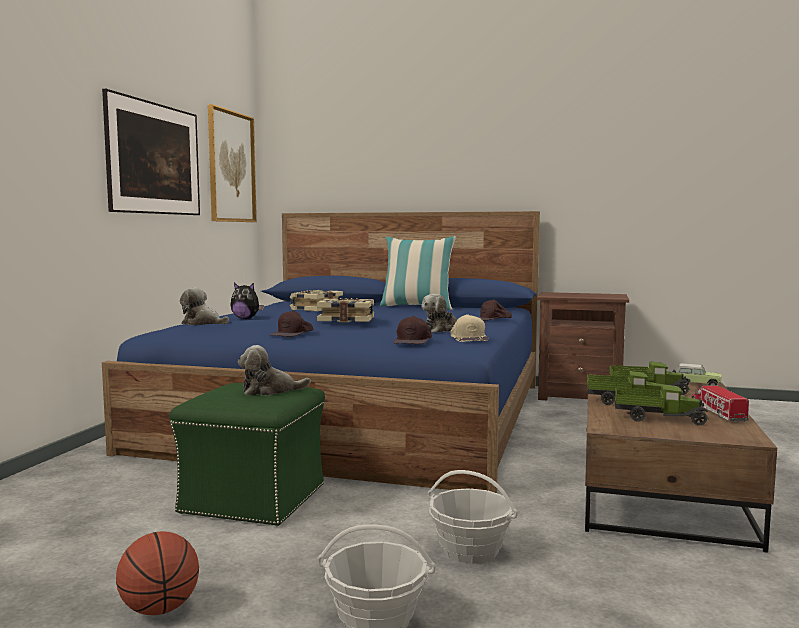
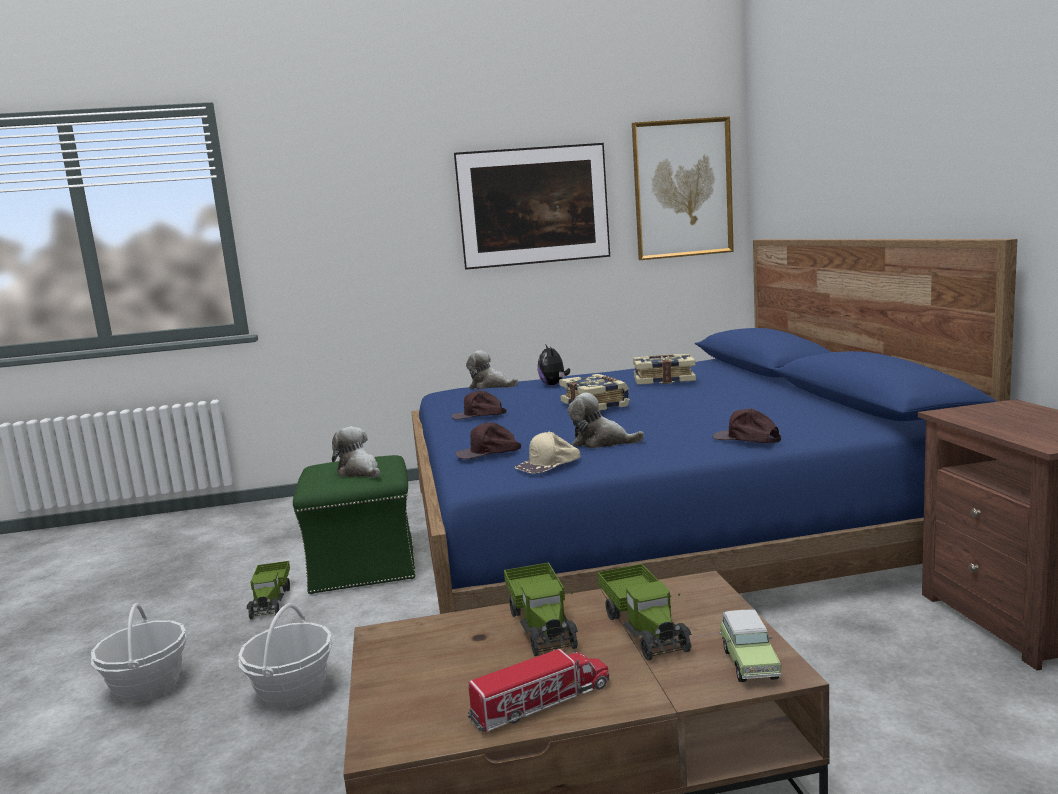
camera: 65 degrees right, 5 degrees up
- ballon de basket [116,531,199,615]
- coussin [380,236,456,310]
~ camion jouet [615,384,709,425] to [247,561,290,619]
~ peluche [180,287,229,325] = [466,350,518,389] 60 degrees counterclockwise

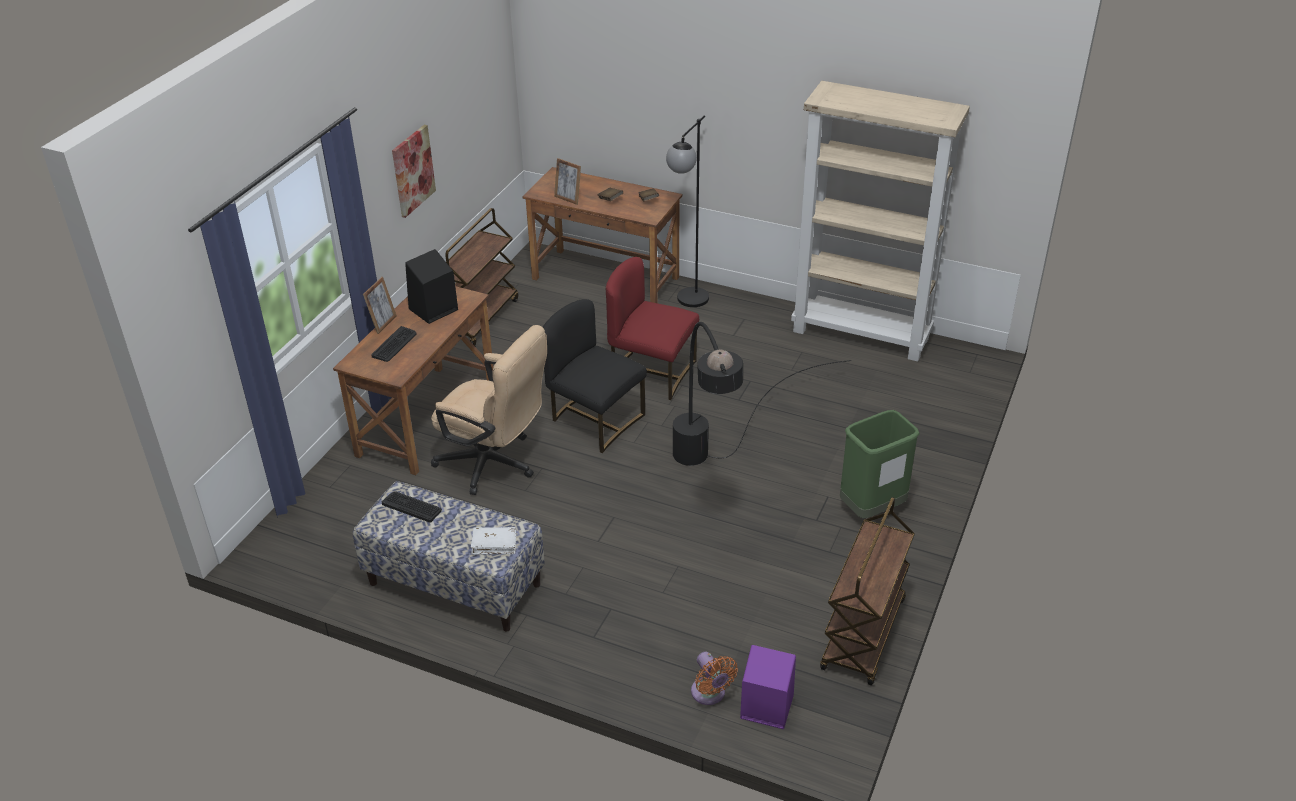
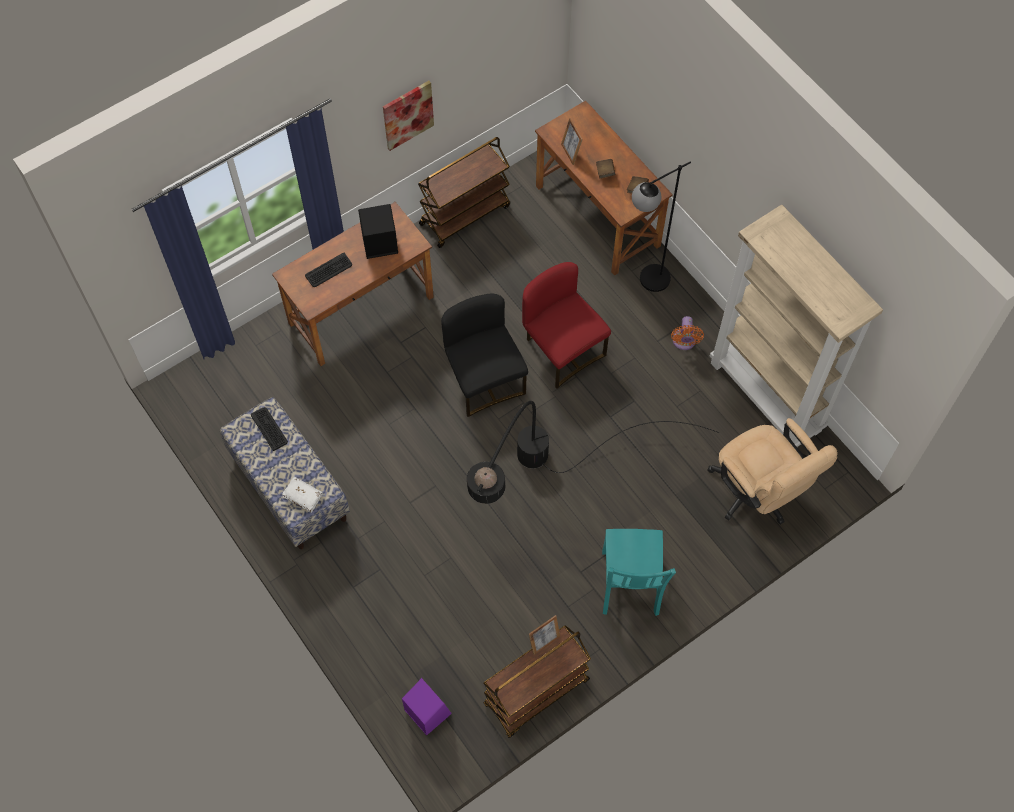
camera: 30 degrees right, 25 degrees up
~ cadre photo [363,277,397,334] to [529,615,560,655]
~ chaise de bureau [beige] [431,325,547,495] to [707,418,838,525]
~ ventilateur [orange] [691,652,738,705] to [671,316,704,350]
~ poubelle [vert] [840,410,920,518] to chaise [turquoise] [602,529,676,616]

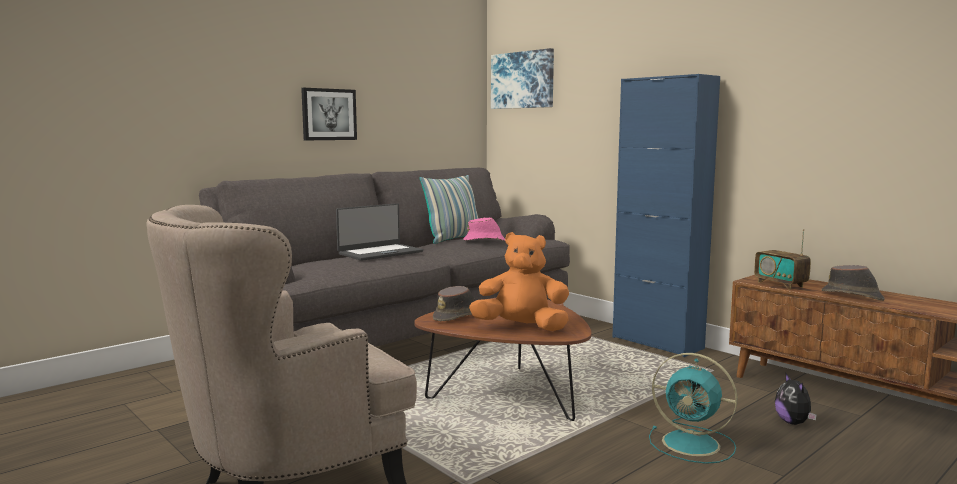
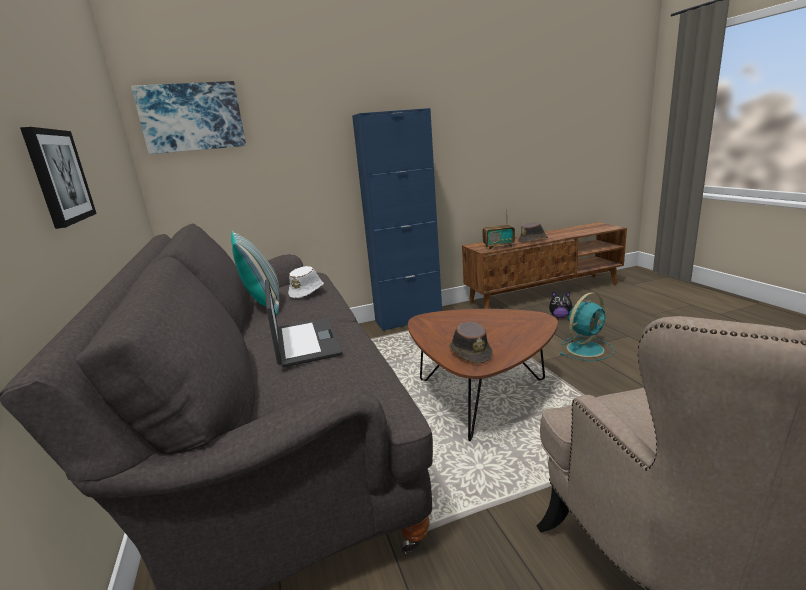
camera: 65 degrees left, 10 degrees up
- peluche [orange] [469,232,569,331]
~ chapeau [rose] [463,218,505,241] to chapeau [blanc] [288,266,324,298]

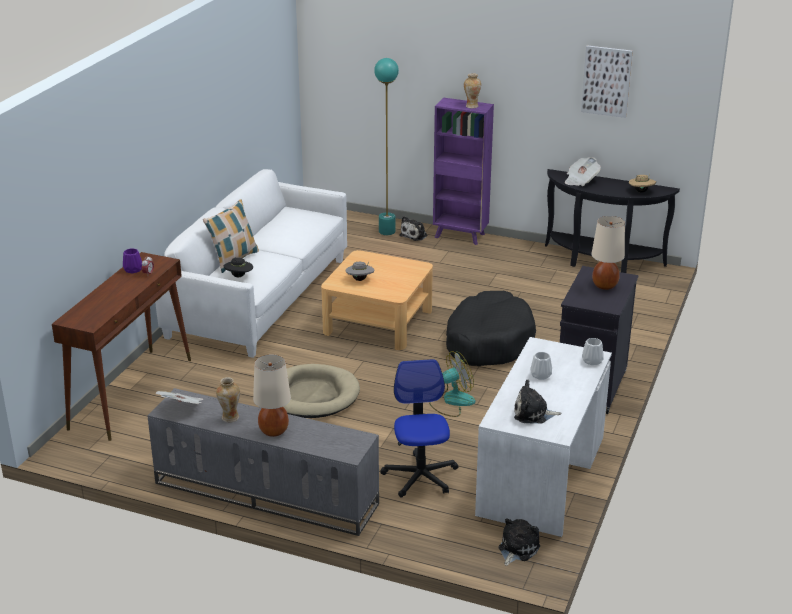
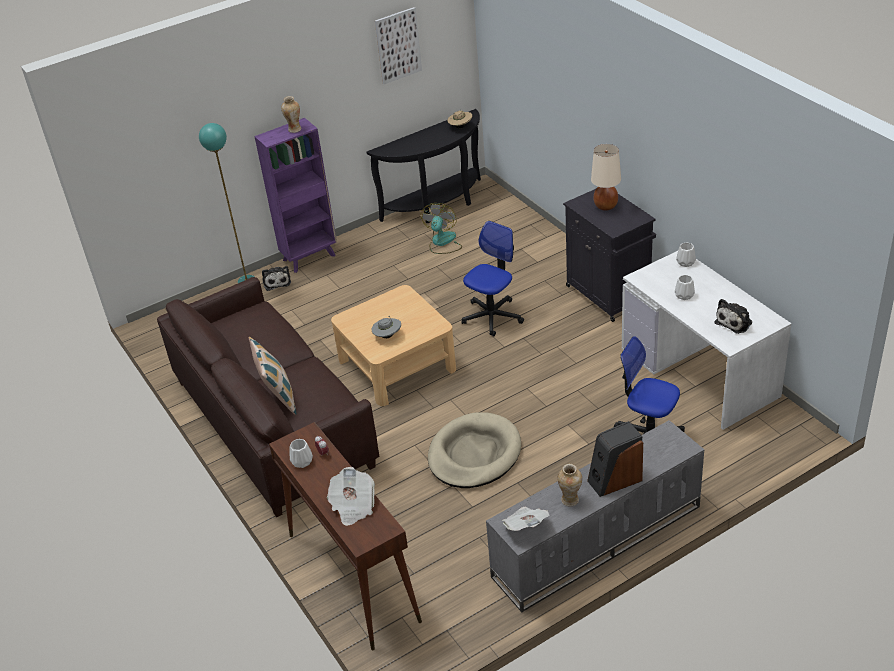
camera: 50 degrees left, 10 degrees up
- chapeau [noir] [224,258,253,277]
- peluche [499,518,540,566]
~ ventilateur [429,351,476,417] to [421,203,462,254]
~ journal [565,157,601,186] to [327,467,375,526]
~ lampe de table [beige] [253,355,291,437] to enceinte [587,421,643,497]
~ panier pour chien [noir] [446,291,536,366] to chaise de bureau [461,221,524,336]
~ vase [violet] [123,248,142,273] to vase [blanc] [289,439,313,468]
~ canapé [blanc] [155,169,347,358] to canapé [marron] [157,277,379,517]

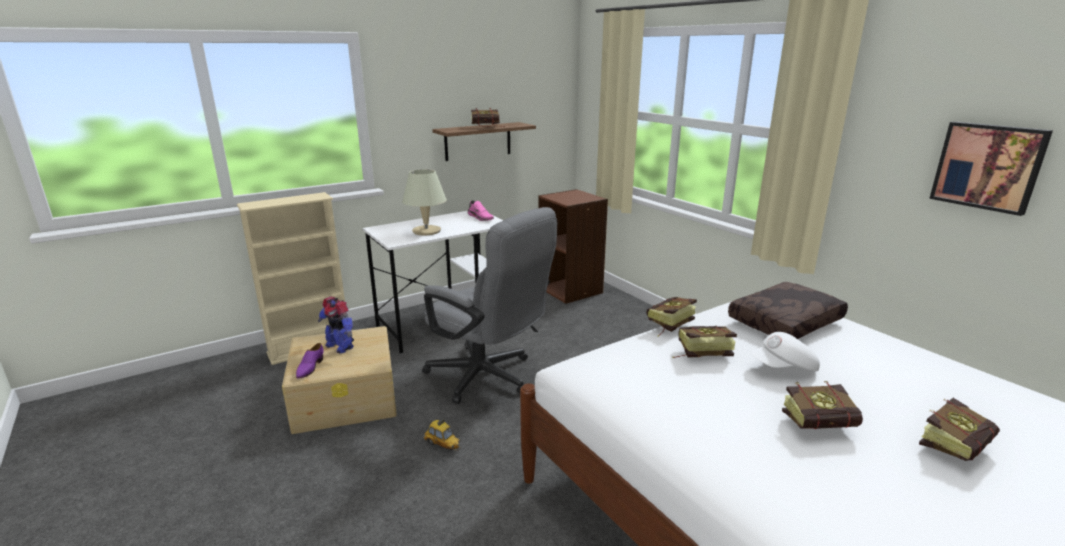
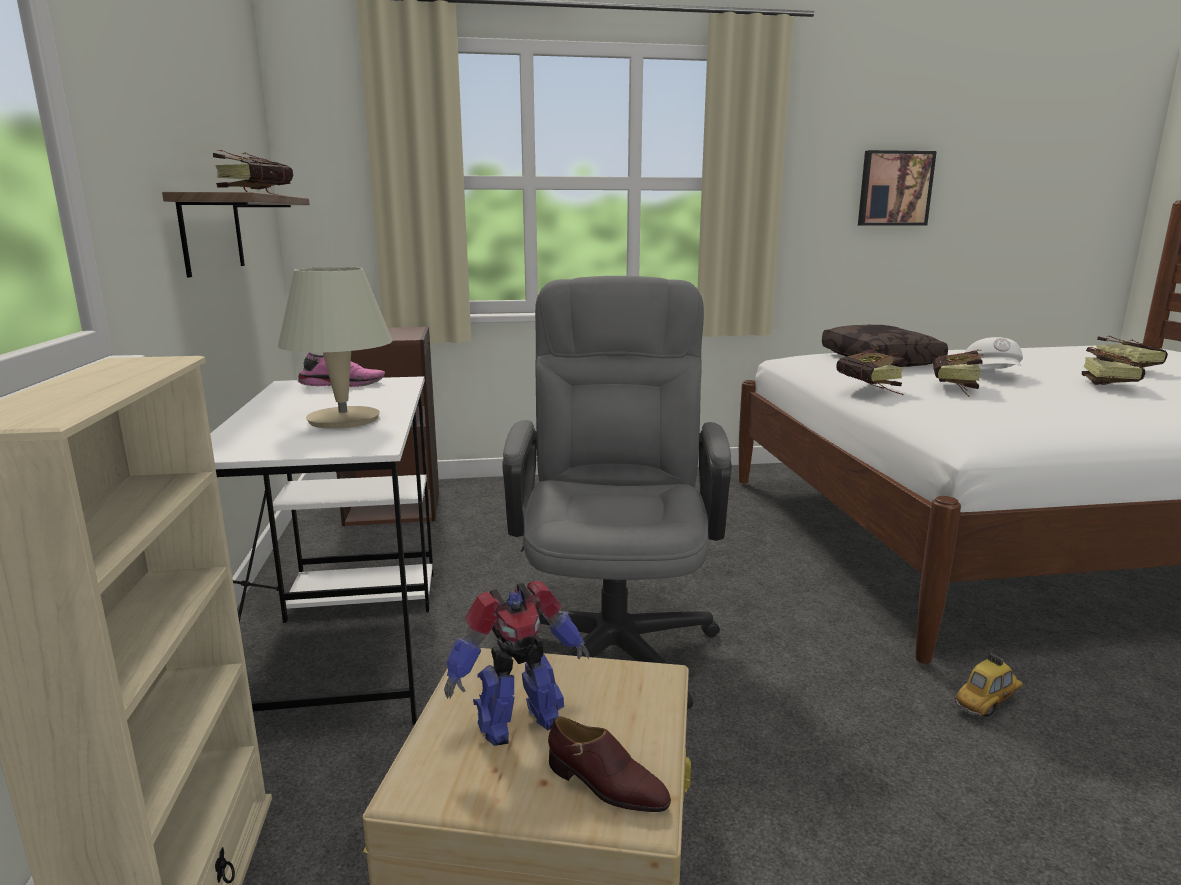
camera: 65 degrees left, 5 degrees down
~ petite voiture [423,419,461,451] to [955,650,1023,717]
~ chaussure [violet] [296,343,324,378] to chaussure [marron] [548,717,671,812]
~ chaise de bureau [gris] [422,207,557,404] = [502,276,732,709] 60 degrees counterclockwise

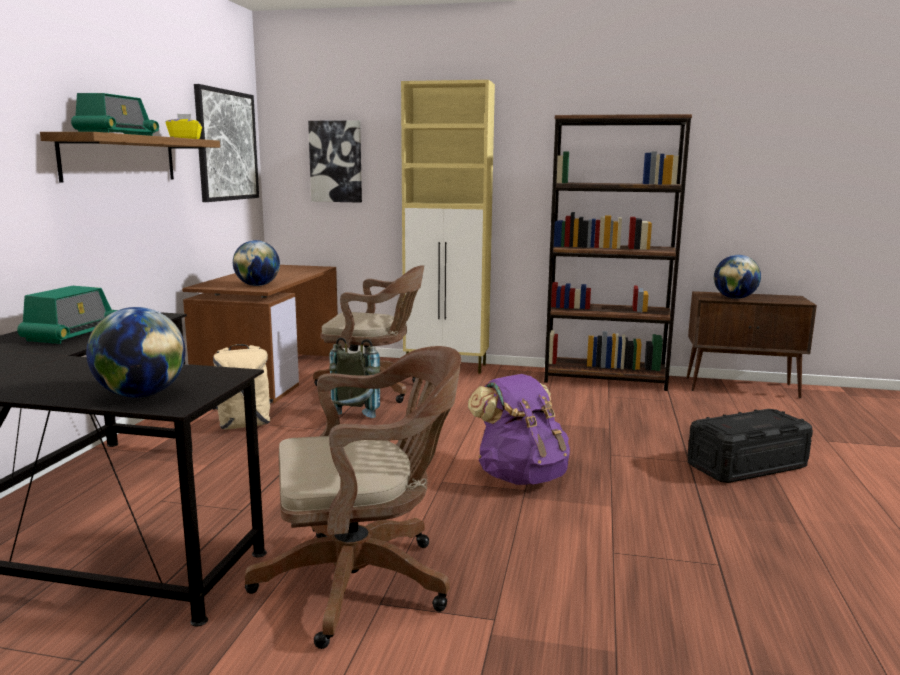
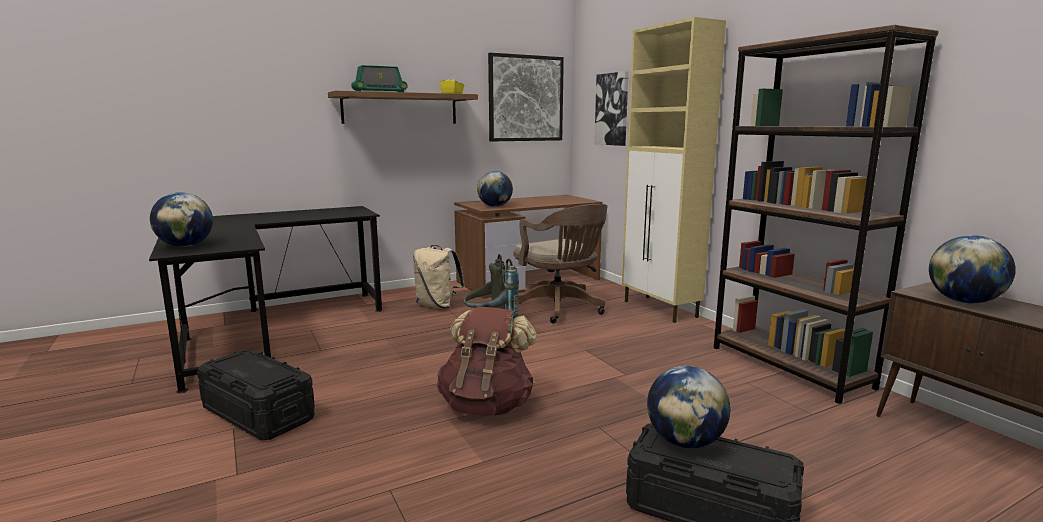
camera: 50 degrees right, 0 degrees up
- radio [17,286,117,344]
+ globe [647,366,730,448]
~ chaise de bureau [marron] [245,346,461,649] to boîte de rangement [noir] [197,350,315,440]
~ sac à dos [violet] [468,374,570,485] to sac à dos [marron] [437,306,537,417]

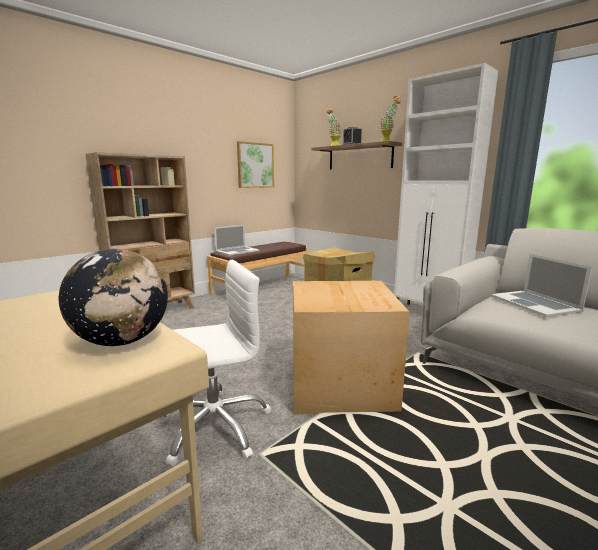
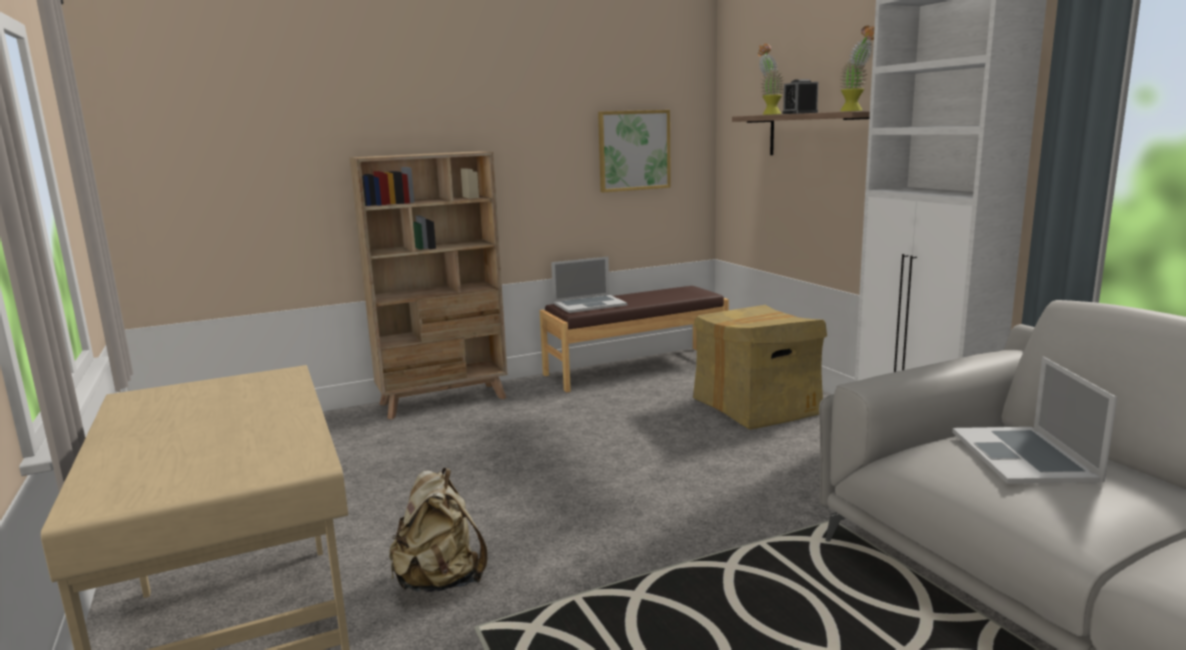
camera: 20 degrees right, 0 degrees up
- globe [59,249,168,346]
- carton [293,281,410,414]
~ chaise de bureau [blanc] [158,260,271,467] to sac à dos [beige] [389,468,487,592]

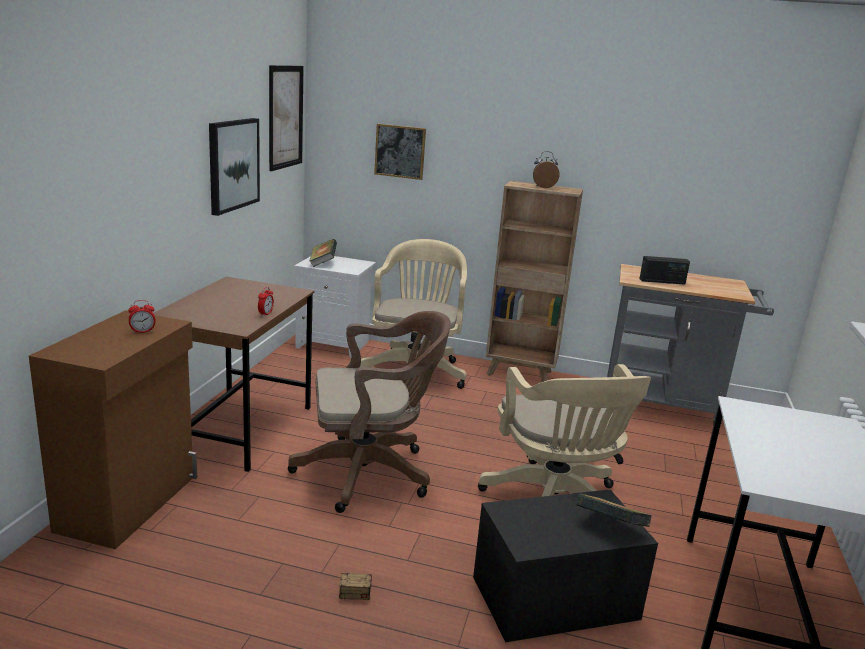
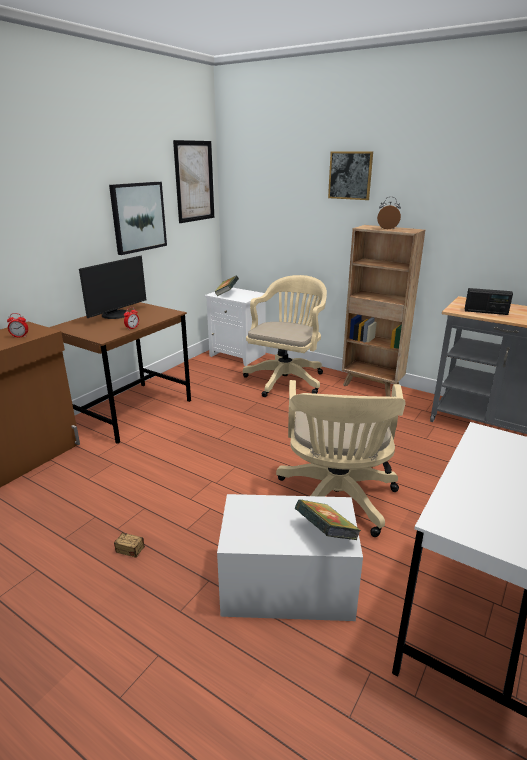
camera: 20 degrees right, 5 degrees up
- chaise de bureau [marron] [288,311,451,513]
+ écran d'ordinateur [79,256,146,319]
~ tableau [374,123,426,180] to [328,152,373,200]
~ boîte de rangement [noir] [473,489,658,642] to boîte de rangement [blanc] [217,494,363,621]

